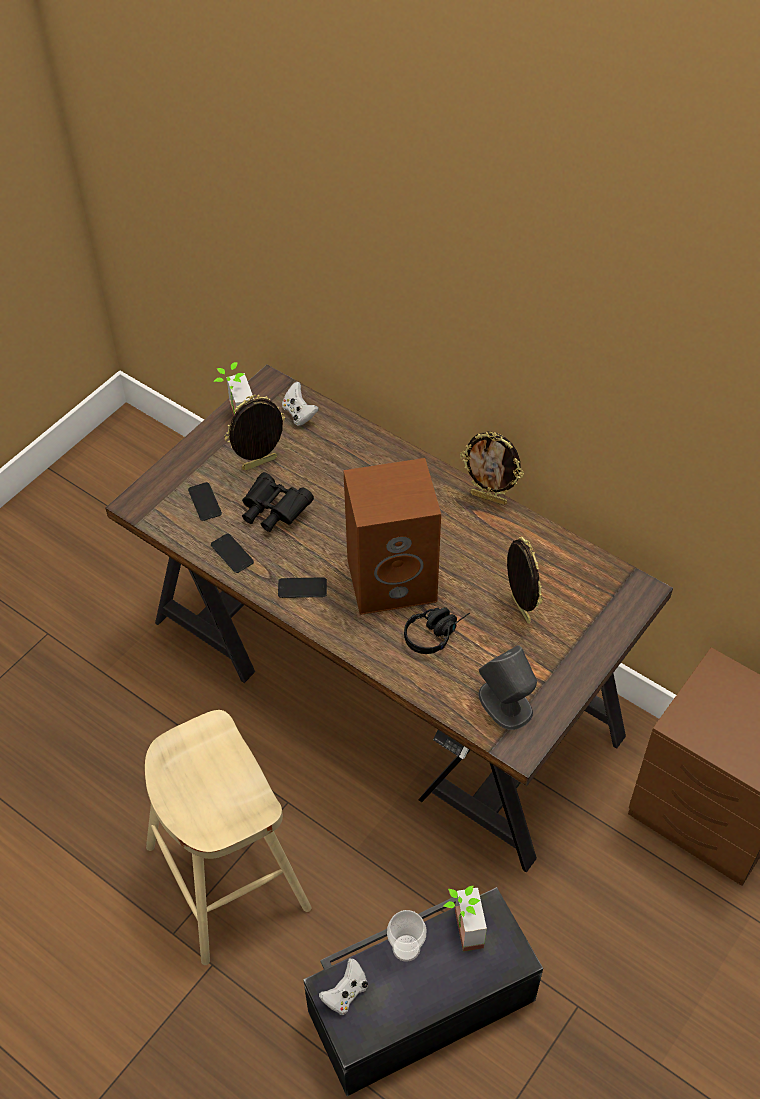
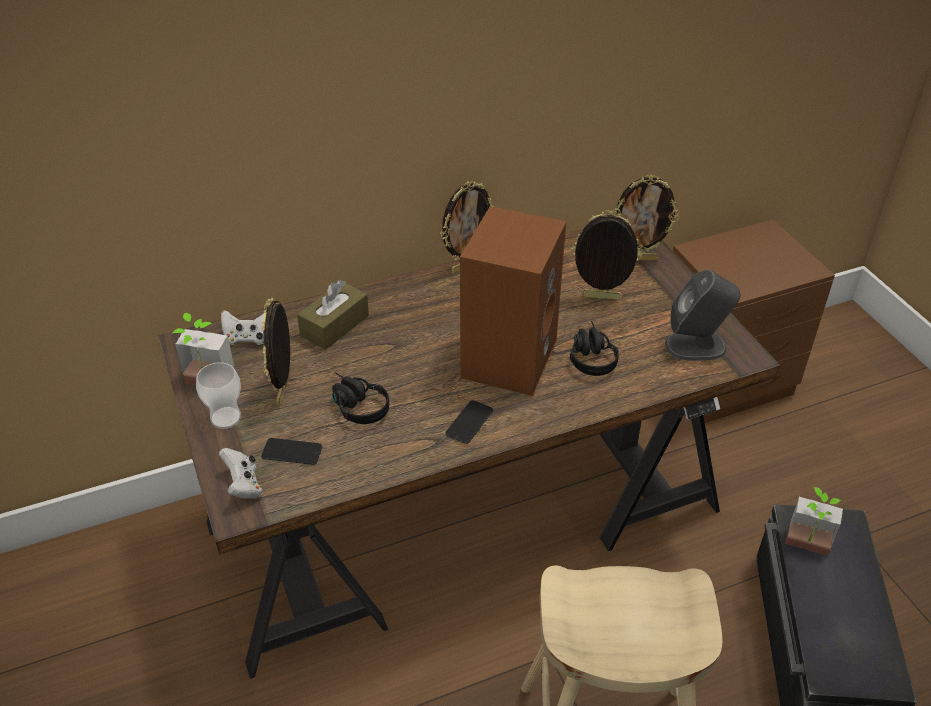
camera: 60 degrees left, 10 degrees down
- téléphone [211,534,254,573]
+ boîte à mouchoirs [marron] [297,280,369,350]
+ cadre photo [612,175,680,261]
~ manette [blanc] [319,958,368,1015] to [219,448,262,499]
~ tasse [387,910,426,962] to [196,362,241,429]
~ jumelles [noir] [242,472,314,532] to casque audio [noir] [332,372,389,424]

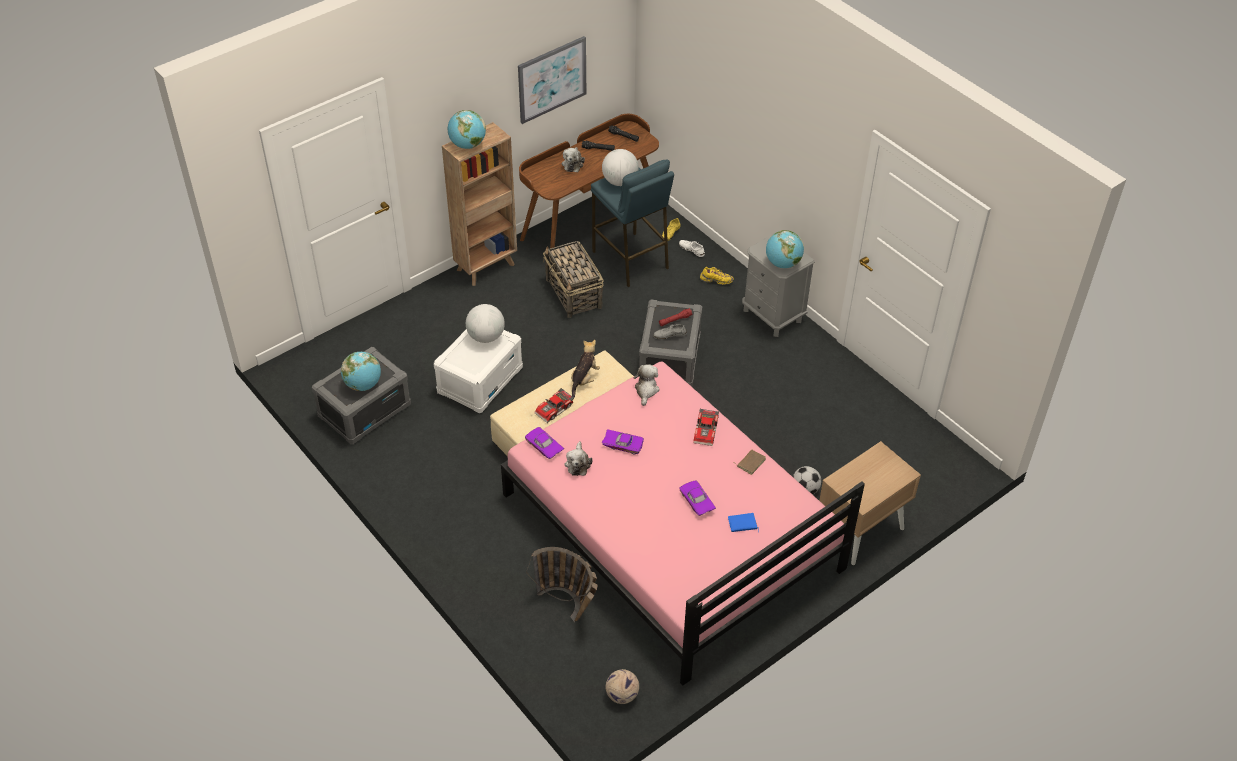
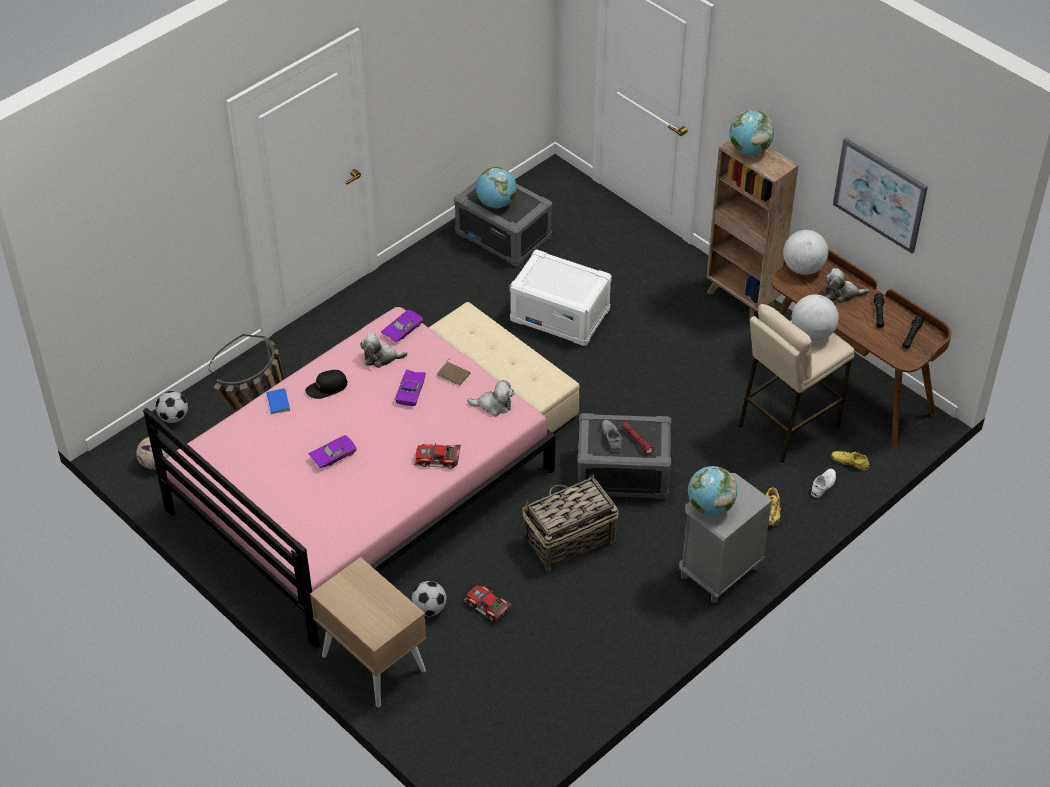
camera: 85 degrees right, 0 degrees up
- peluche [571,340,600,398]
+ ballon de foot [155,391,188,423]
+ casquette [noir] [305,370,348,399]
~ globe [466,304,505,343] to [783,230,829,275]
~ petite voiture [534,388,574,423] to [463,585,512,621]
~ panier [543,241,604,318] to [522,473,619,571]
~ livre [bleu] [728,513,759,533] to [266,388,290,414]
~ livre [marron] [733,449,766,475] to [437,358,470,386]
~ tabouret [bleu] [591,159,674,287] to tabouret [beige] [738,304,855,464]

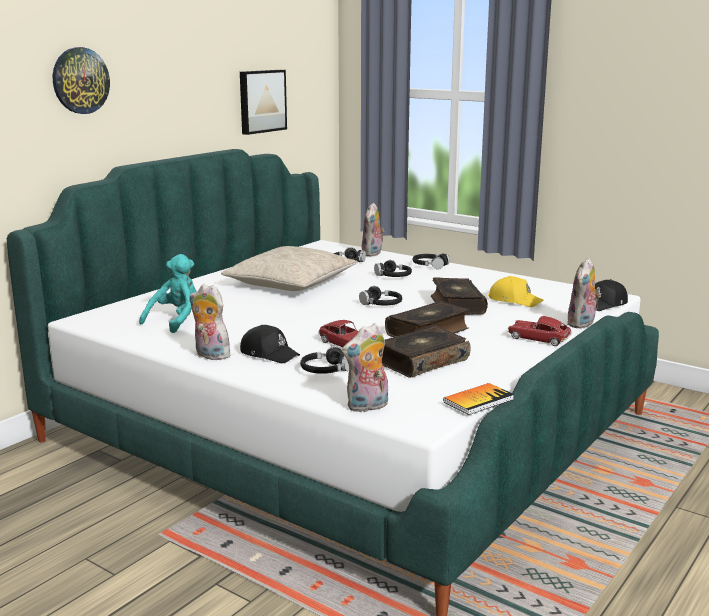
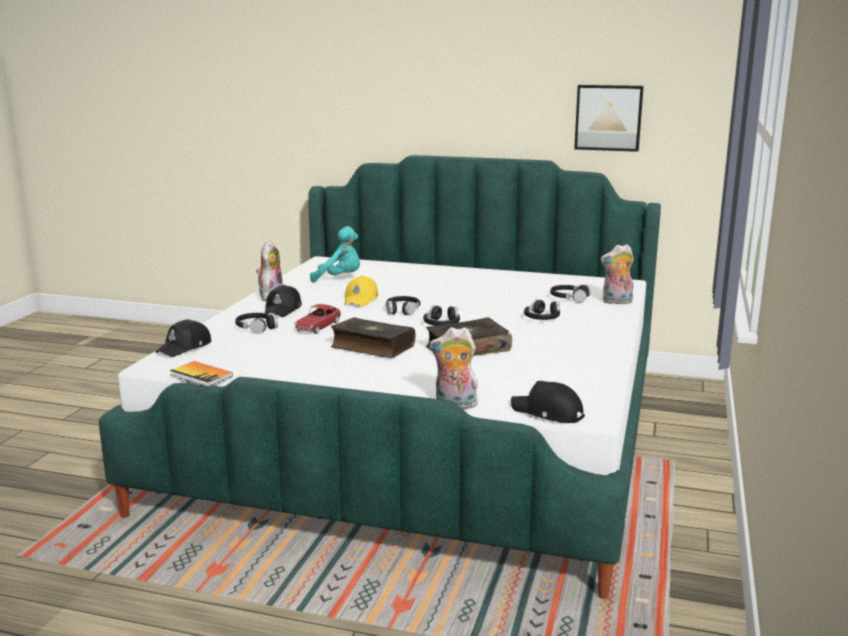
camera: 70 degrees right, 0 degrees up
- horloge murale [53,47,110,114]
- coussin [beige] [221,246,357,291]
- livre [382,325,471,378]
- petite voiture [508,316,572,346]
~ casque audio [noir] [413,253,450,270] to [386,296,420,315]
~ casquette [jaune] [488,276,544,307] to [345,276,378,307]
~ peluche [342,323,388,412] to casquette [noir] [155,319,211,357]

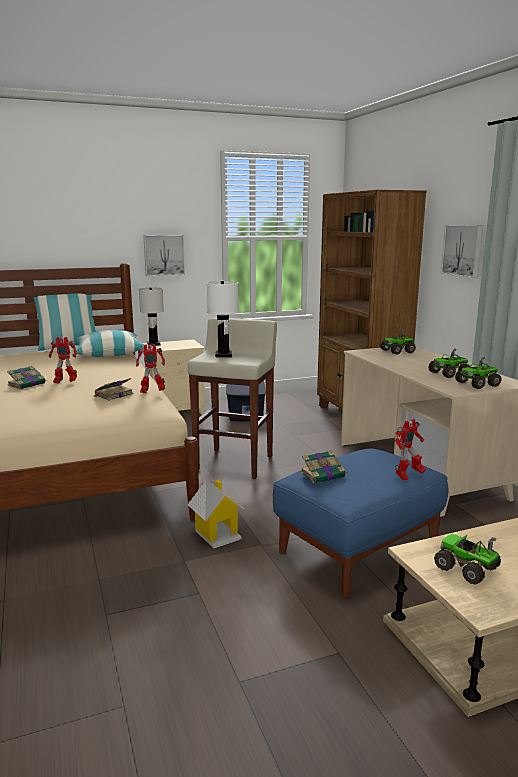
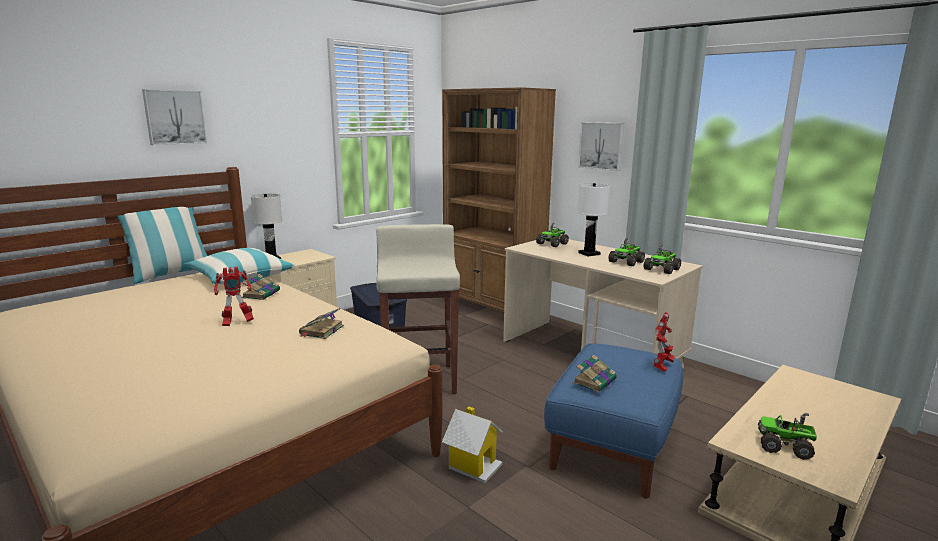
camera: 25 degrees left, 0 degrees up
- robot jouet [136,344,165,393]
~ livre [7,366,46,389] to [242,274,280,300]
~ tableau [143,235,185,276] to [142,89,207,145]
~ lampe de table [blanc] [207,281,239,357] to [577,183,610,256]

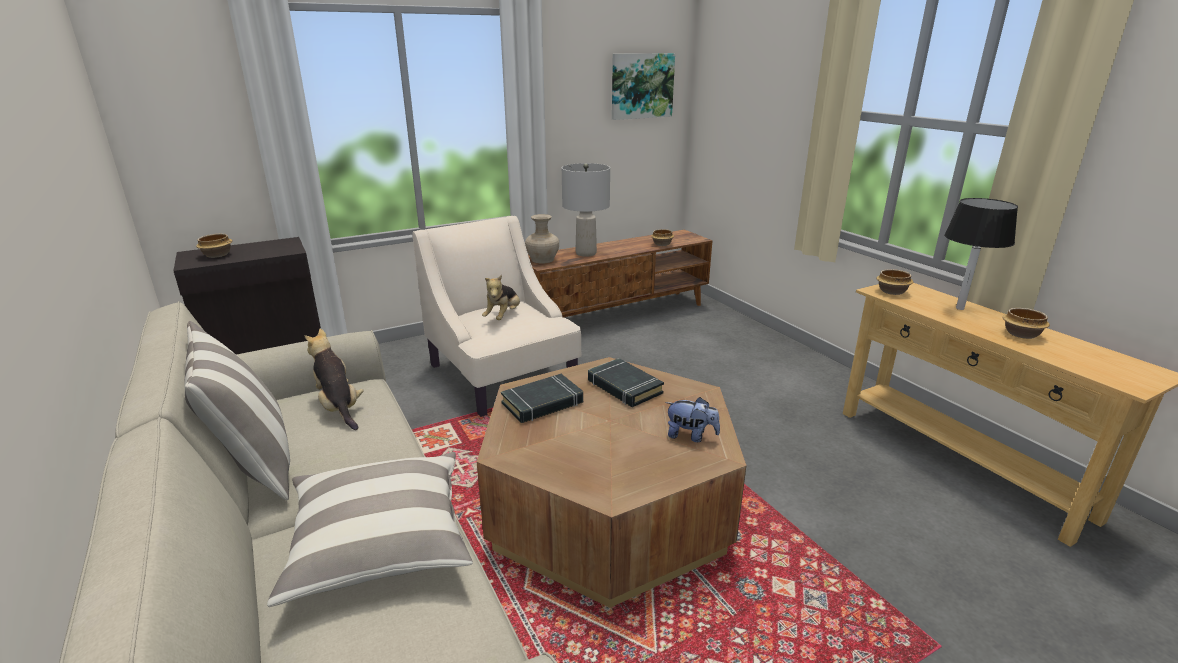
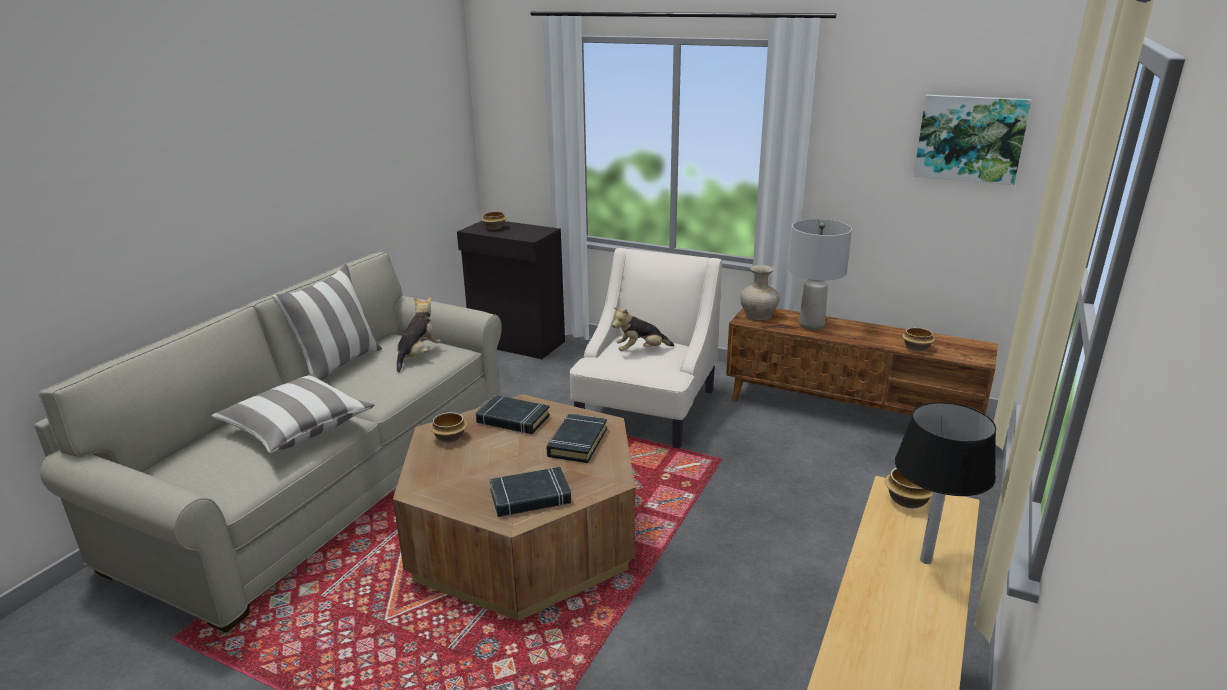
camera: 55 degrees right, 0 degrees up
~ bol [1003,308,1050,339] to [430,412,467,443]
~ peluche [665,397,720,442] to livre [noir] [489,467,571,517]

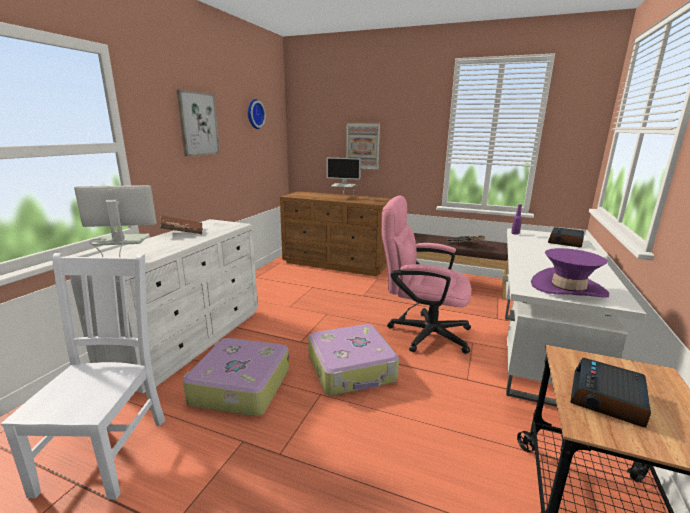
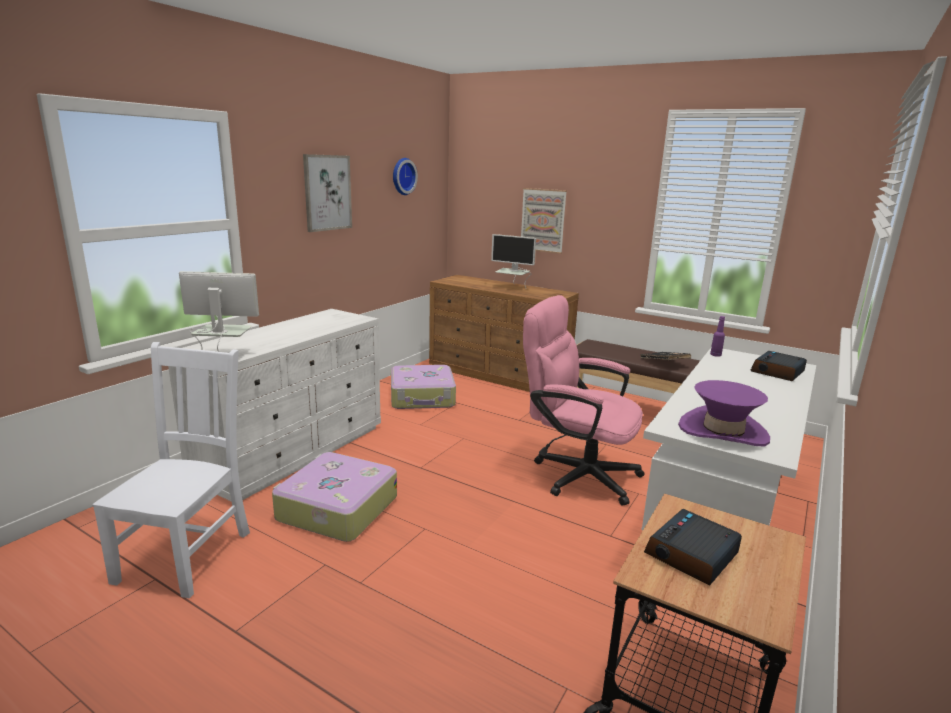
camera: 10 degrees right, 0 degrees up
- livre [marron] [160,216,203,234]
~ valise [308,324,399,396] to [391,365,456,409]

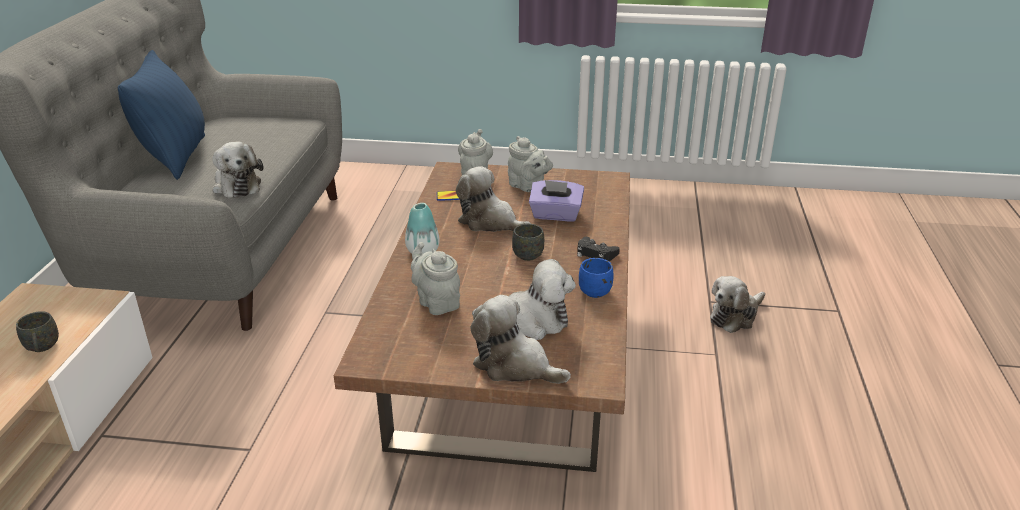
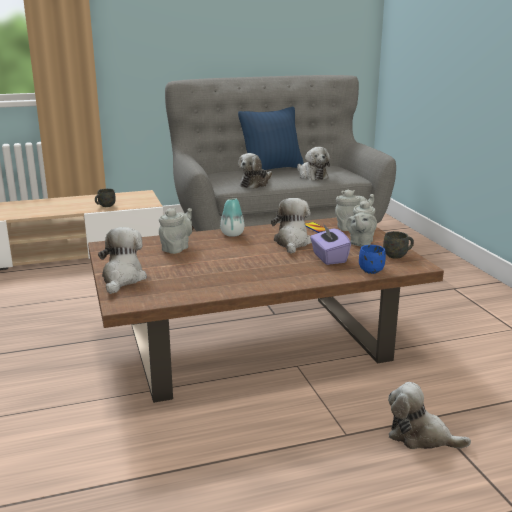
camera: 65 degrees right, 10 degrees down
- manette [noir] [577,237,620,262]
~ peluche [472,259,576,340] to [297,147,330,180]
~ mug [gris] [512,224,544,261] to [383,231,414,259]
~ mug [bleu] [579,258,614,298] to [359,245,386,274]

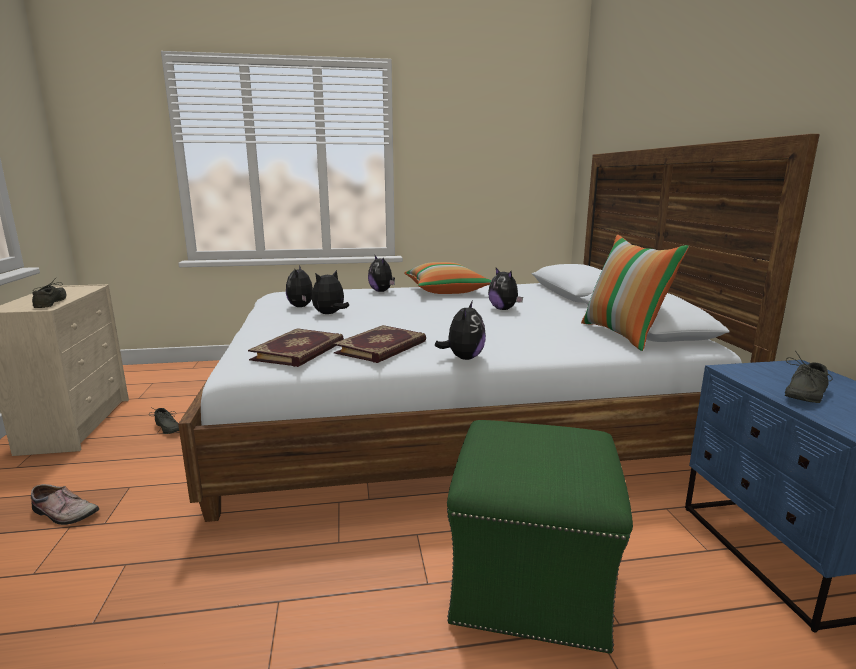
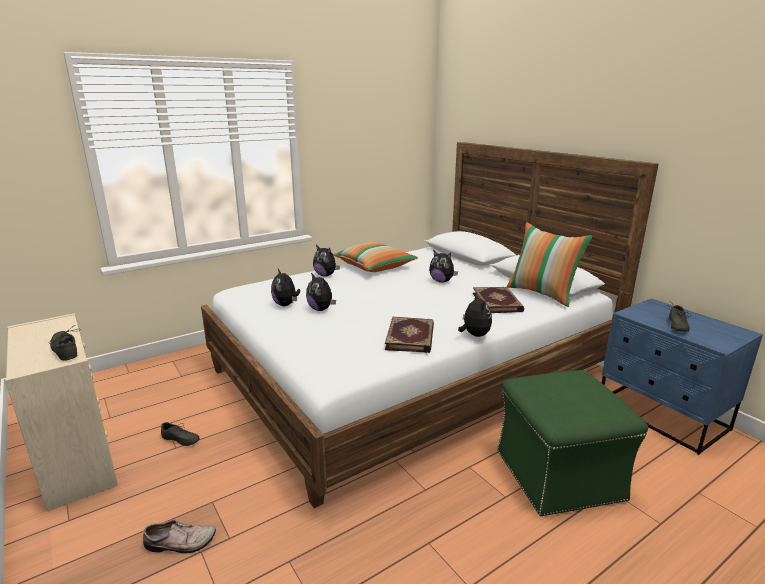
camera: 25 degrees left, 5 degrees up
~ livre [248,328,344,367] to [473,287,524,313]
~ peluche [312,270,349,314] = [306,273,336,311] 60 degrees counterclockwise

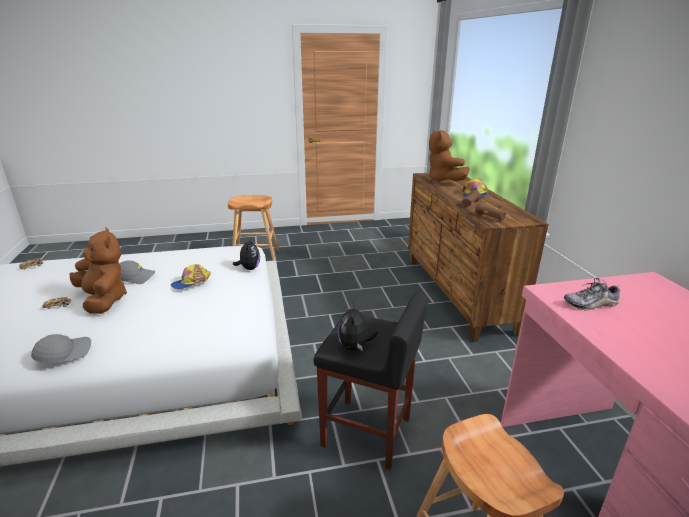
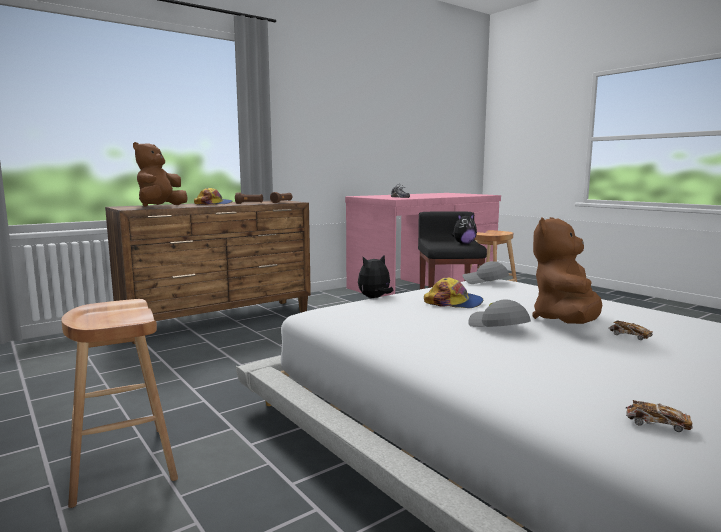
camera: 115 degrees left, 15 degrees down
~ casquette [gris] [31,334,91,363] to [462,261,509,284]
~ peluche [marron] [429,129,470,182] = [133,142,188,206] 150 degrees clockwise

